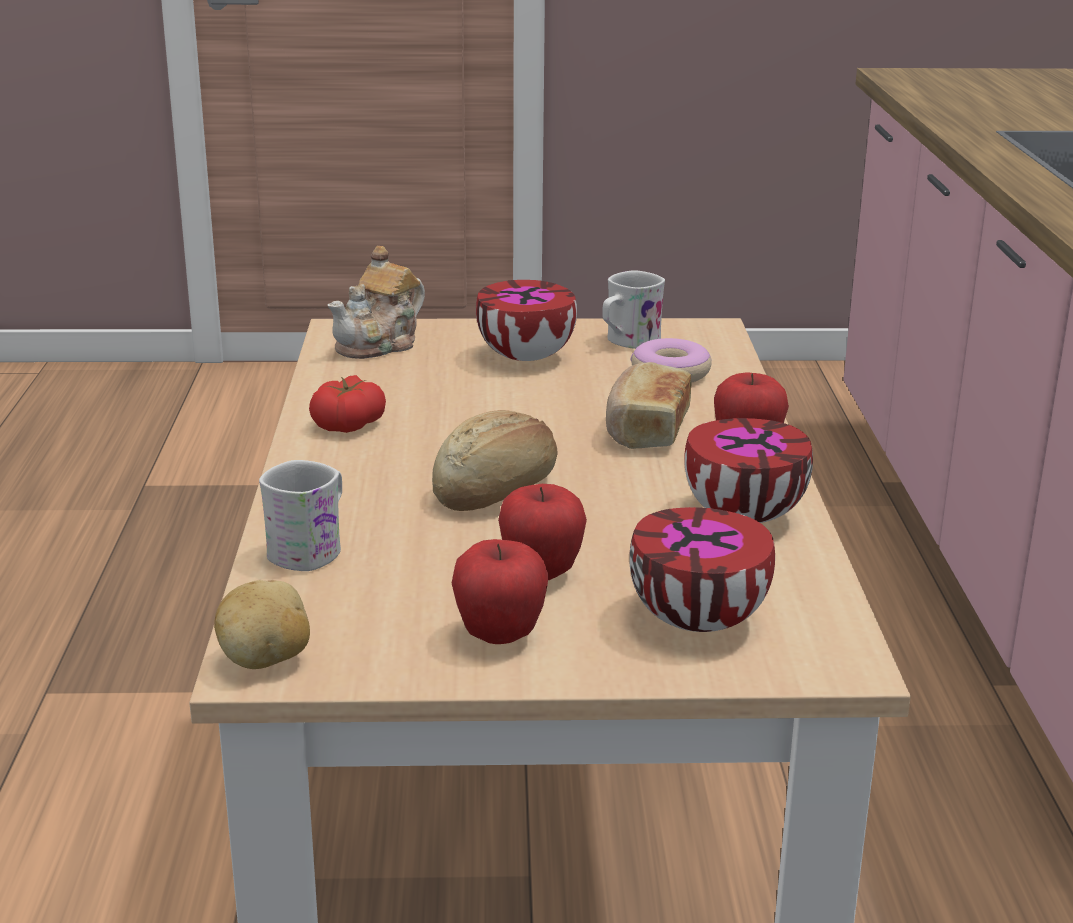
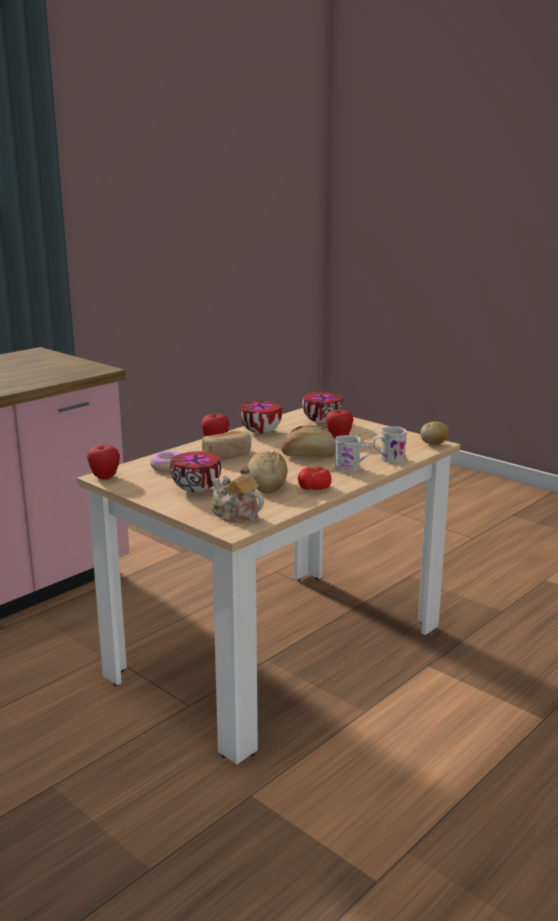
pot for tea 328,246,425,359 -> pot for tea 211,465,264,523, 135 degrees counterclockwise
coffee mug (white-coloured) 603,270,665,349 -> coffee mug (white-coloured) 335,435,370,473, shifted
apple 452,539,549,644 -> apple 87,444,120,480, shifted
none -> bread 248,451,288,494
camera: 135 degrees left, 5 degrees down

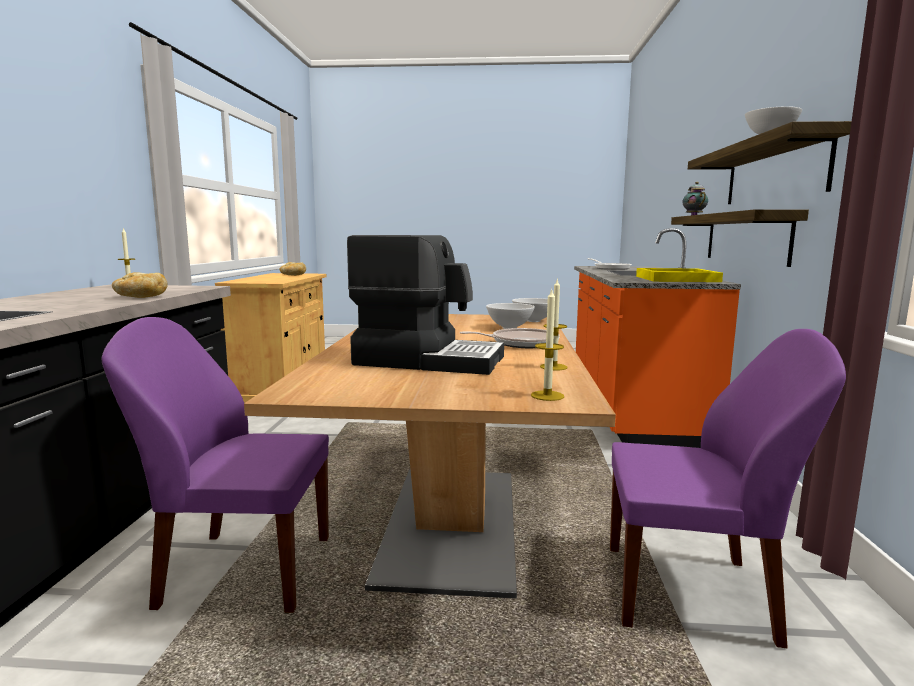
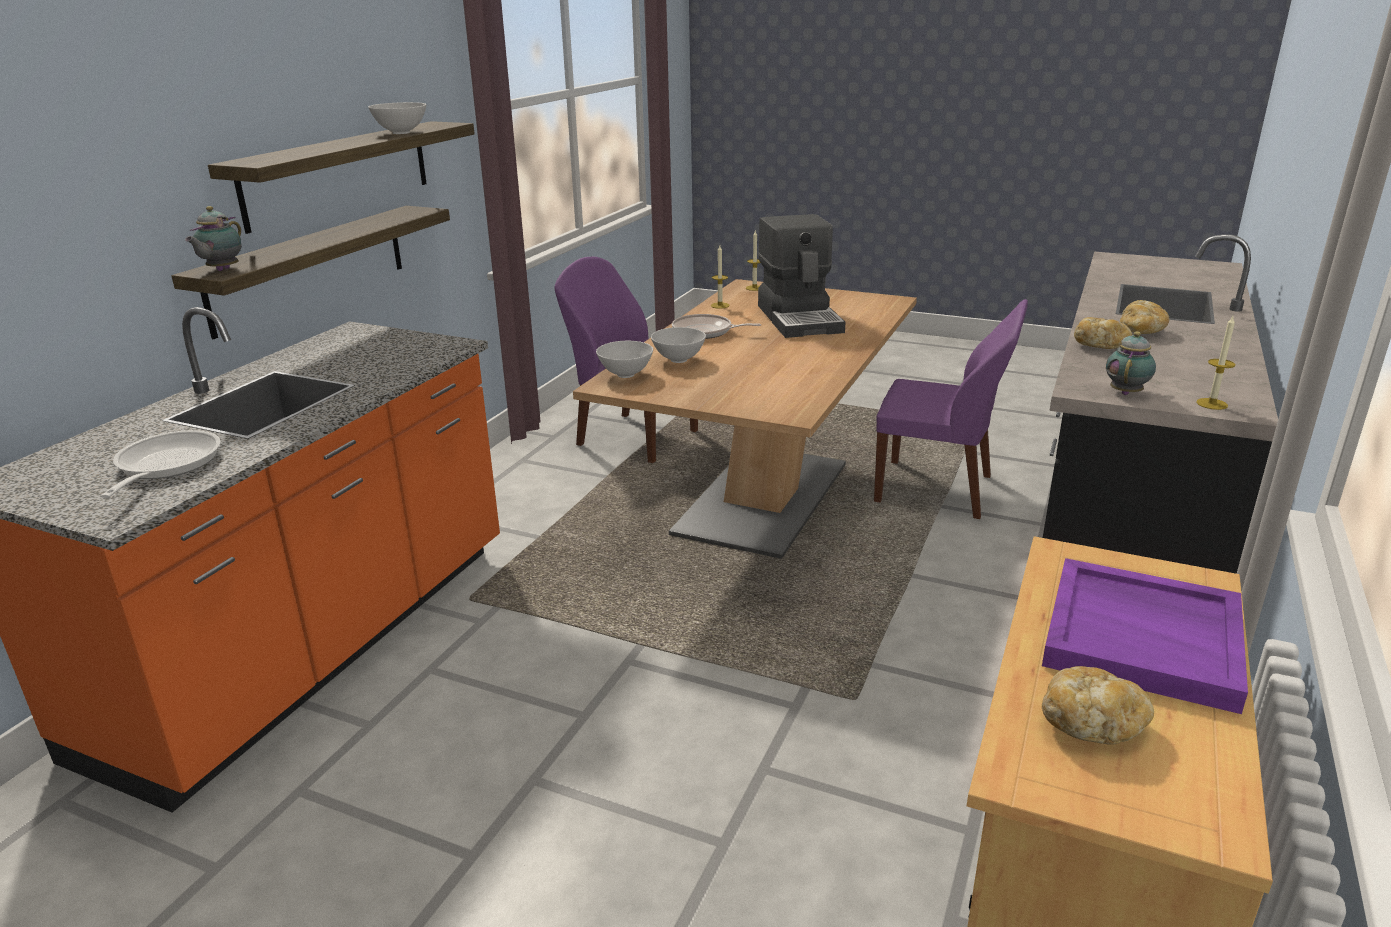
coffee maker 347,235,504,375 -> coffee maker 758,214,846,338, 135 degrees counterclockwise
serving tray (yellowish) 636,268,723,282 -> none
none -> bread 1120,300,1169,334
none -> pot for tea 1106,331,1156,395
none -> serving tray (purple-coloured) 1042,558,1248,714
camera: 160 degrees left, 15 degrees up

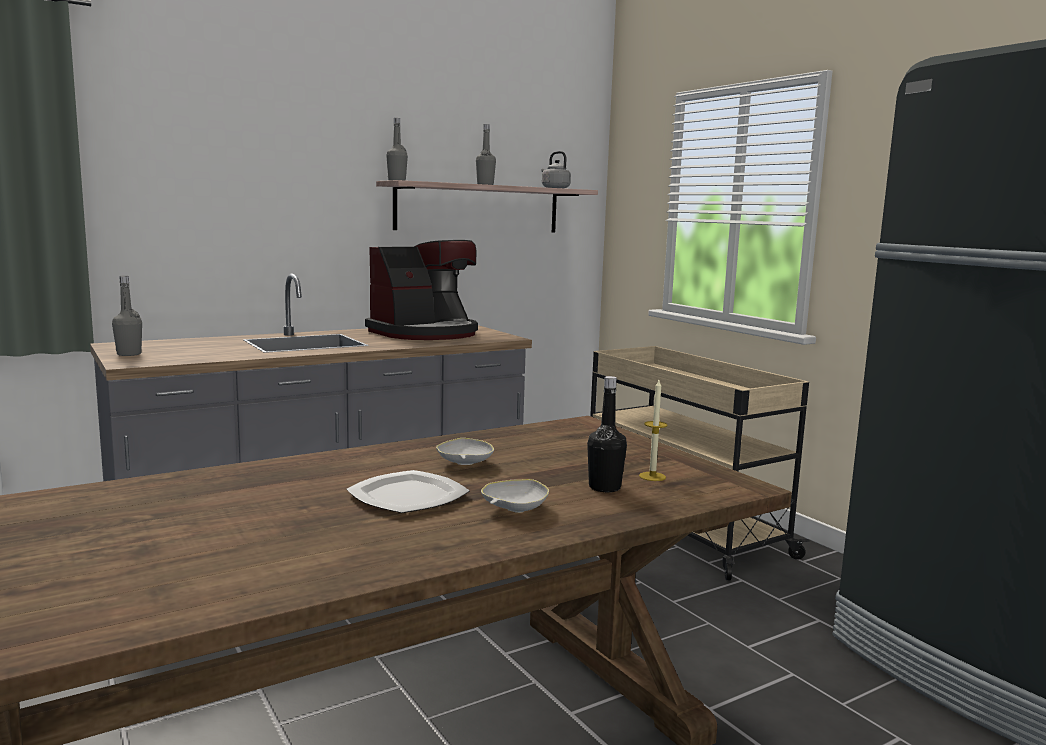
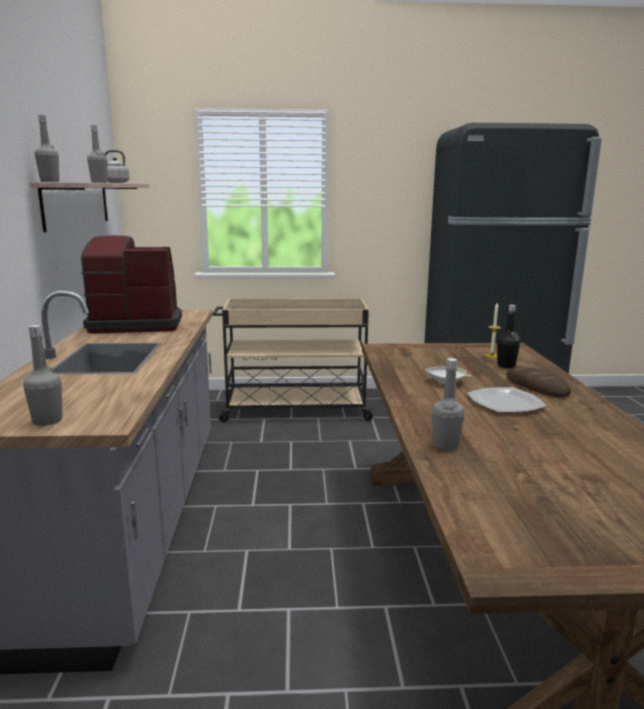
coffee maker 365,240,478,340 -> coffee maker 81,235,182,334, 90 degrees counterclockwise
bowl (white-coloured) 481,479,549,513 -> bread 506,366,571,398
none -> beverage bottle (gray) 432,358,465,451
camera: 60 degrees left, 5 degrees up

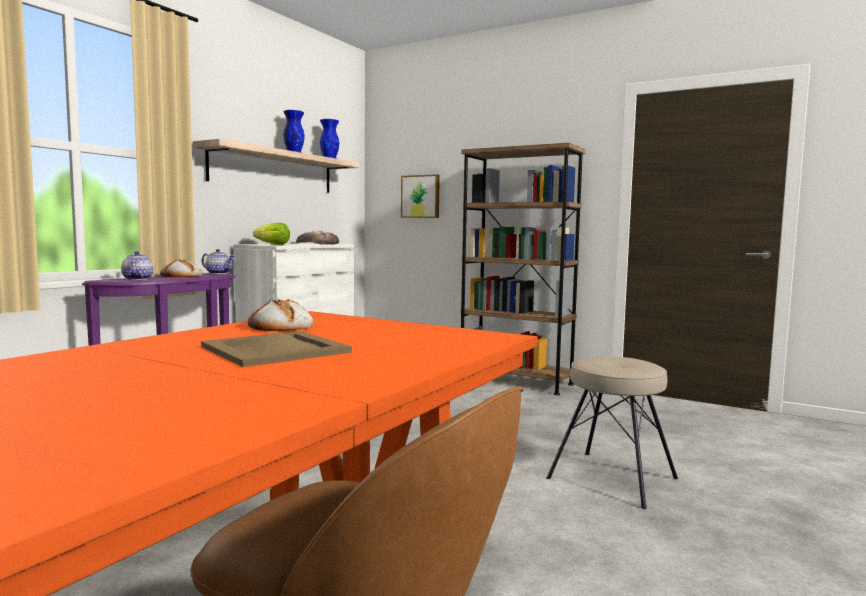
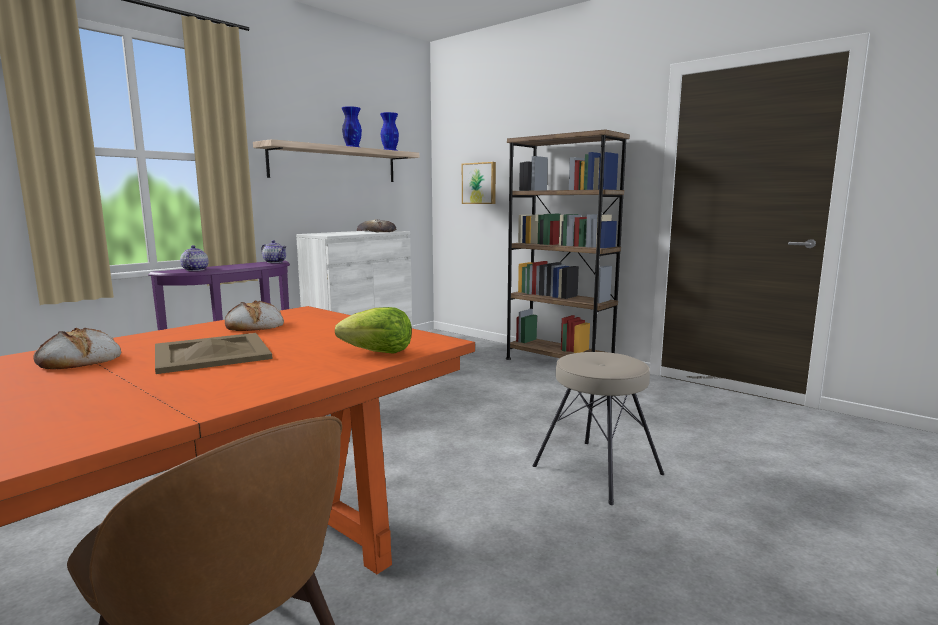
head of lettuce 253,223,290,245 -> head of lettuce 335,307,412,354, shifted
bread 160,259,203,277 -> bread 33,328,121,369, shifted
camera: 10 degrees right, 5 degrees up

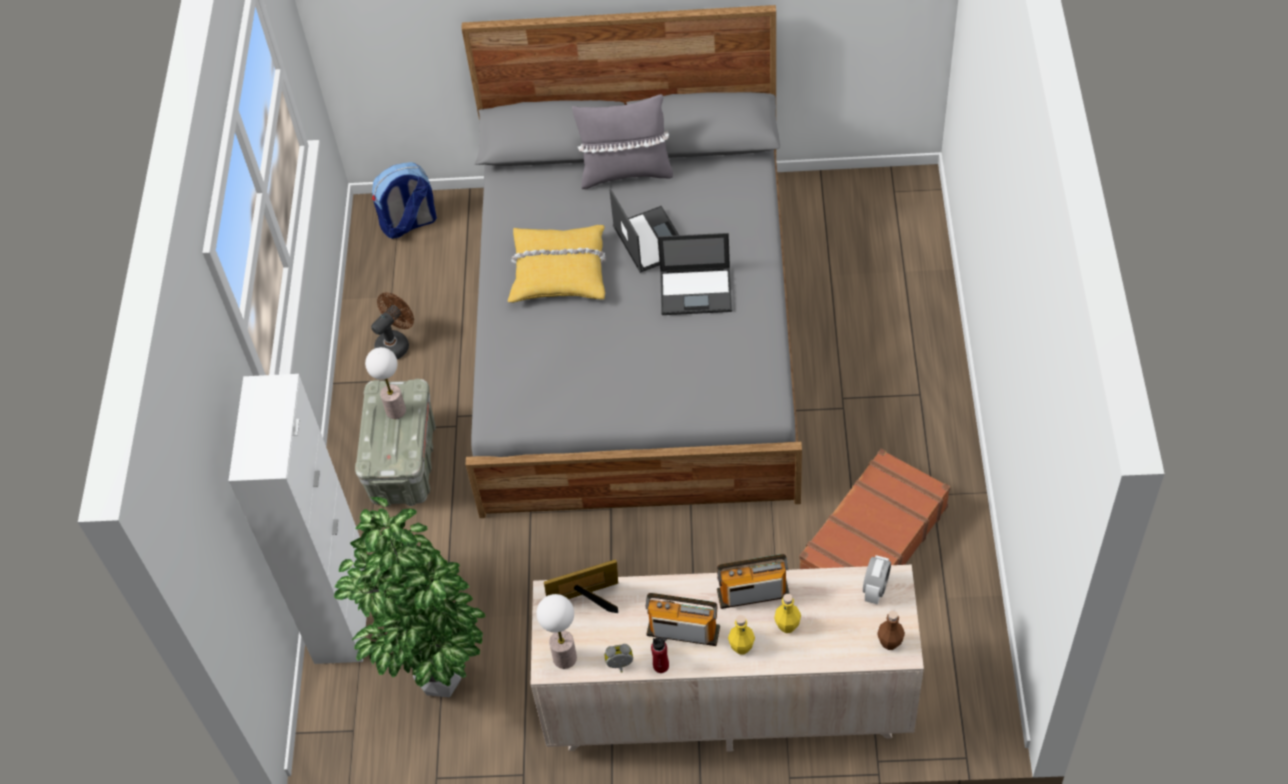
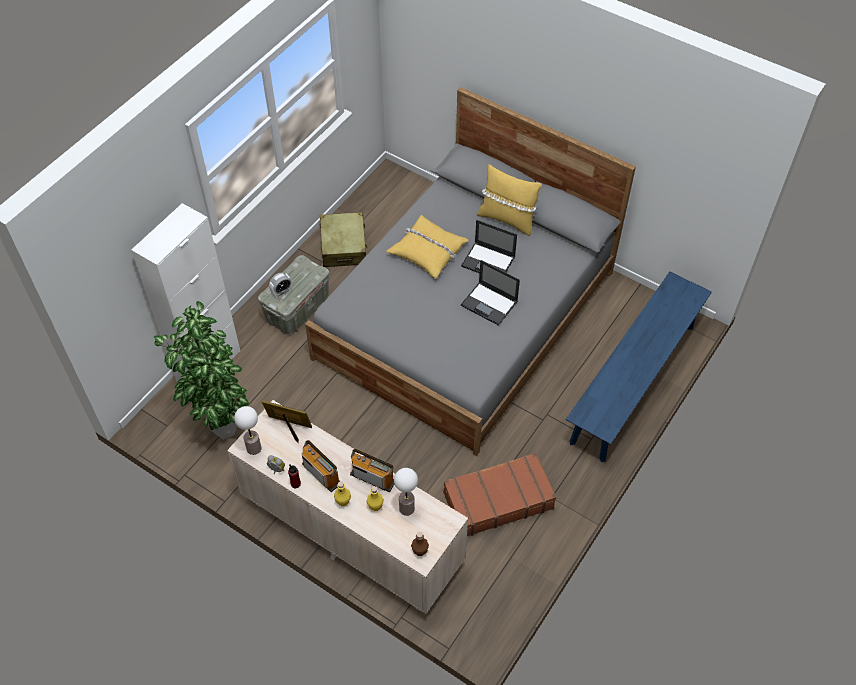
cushion (gray) 572,94,673,189 -> cushion (yellowish) 477,164,542,236
knapsack 372,162,437,239 -> none
laptop 609,188,679,273 -> laptop 461,220,517,273, 105 degrees clockwise
fan (brownish) 371,292,414,359 -> piece of luggage (beige-coloured) 320,212,368,267
table lamp 365,347,406,419 -> table lamp 394,468,418,516, shifted
table clock 863,555,891,605 -> table clock 269,273,292,297, shifted
none -> long seat (bluish) 566,272,712,462
camera: 30 degrees right, 0 degrees up

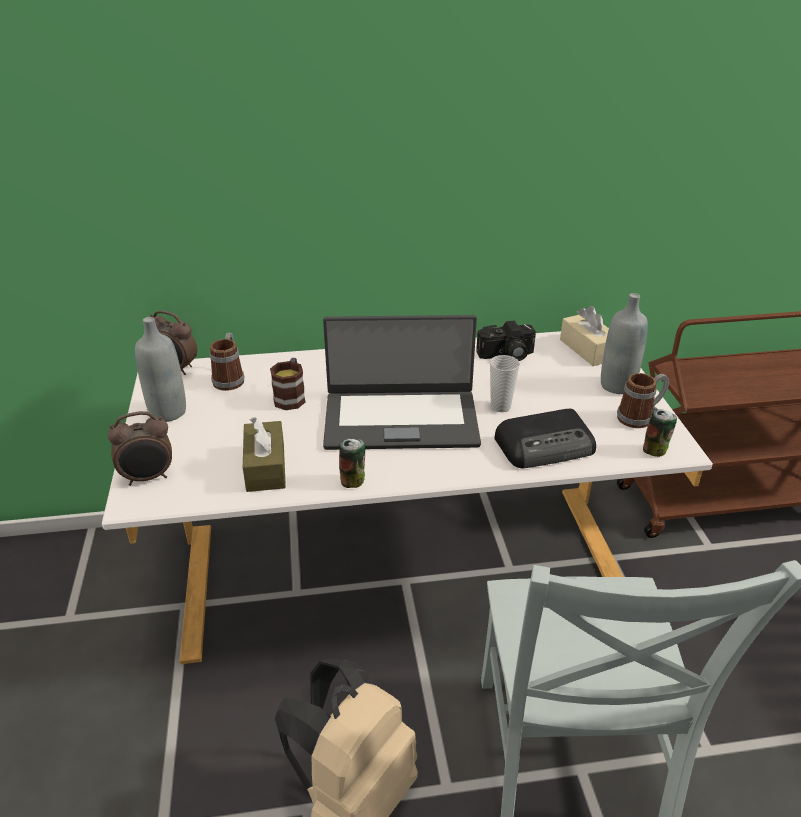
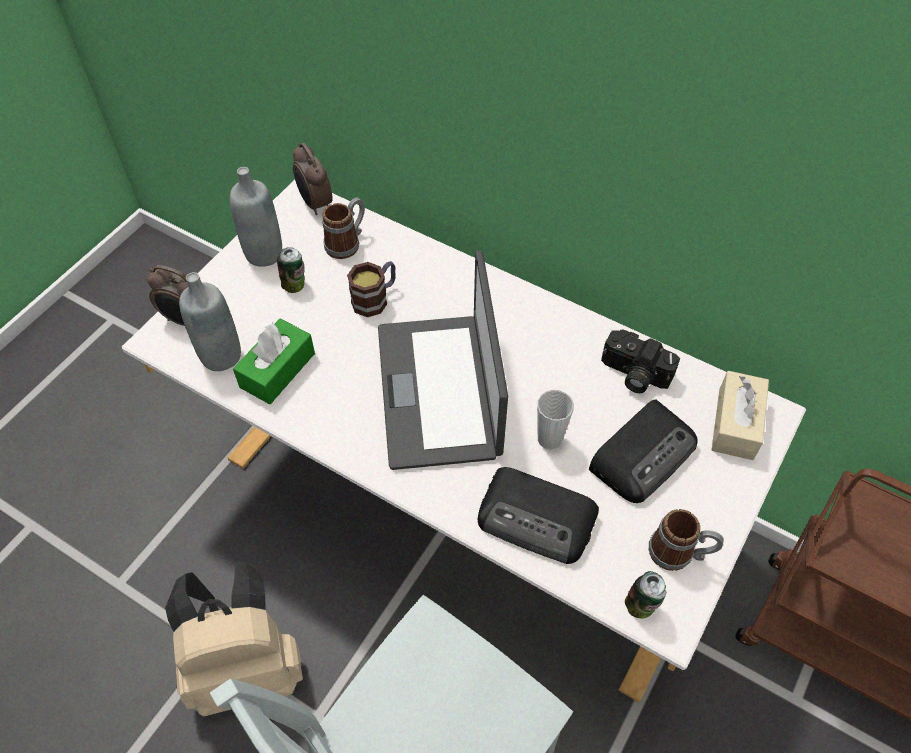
beverage bottle (gray) 601,293,648,394 -> beverage bottle (gray) 179,272,241,371, shifted
laptop 323,315,481,450 -> laptop 378,251,508,470, 45 degrees clockwise
box of tissues (brownish) 243,417,286,492 -> box of tissues (greenish) 233,319,315,404
can 339,439,365,488 -> can 277,247,305,293, shifted
none -> radio receiver 589,399,698,503
camera: 40 degrees right, 20 degrees up

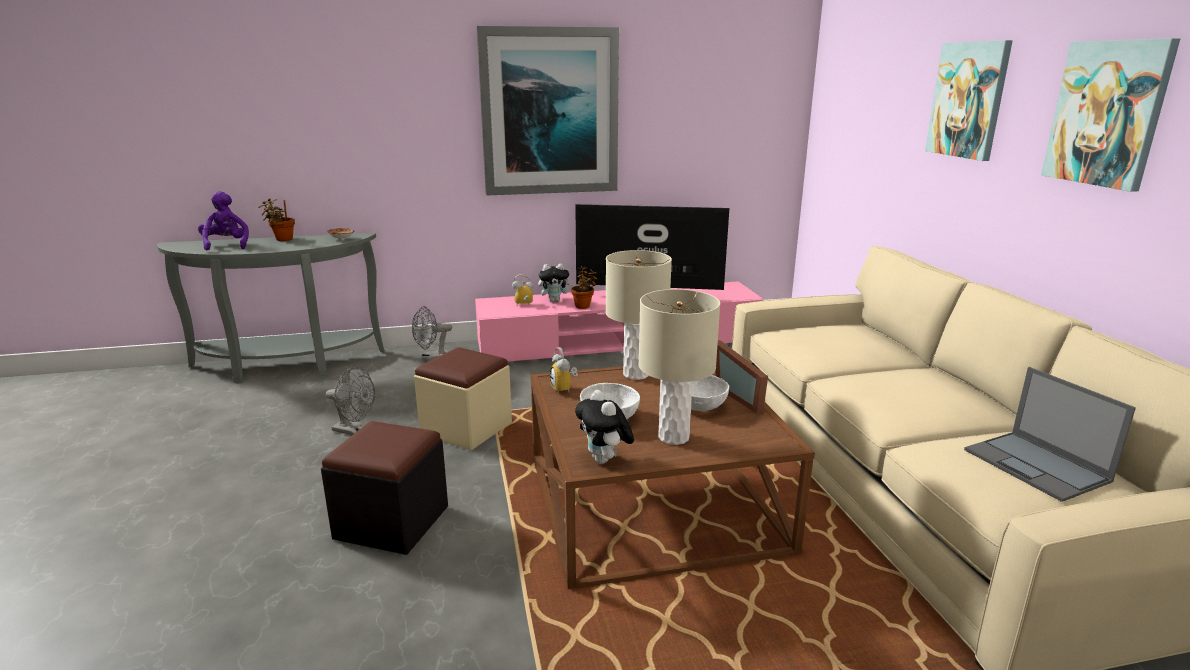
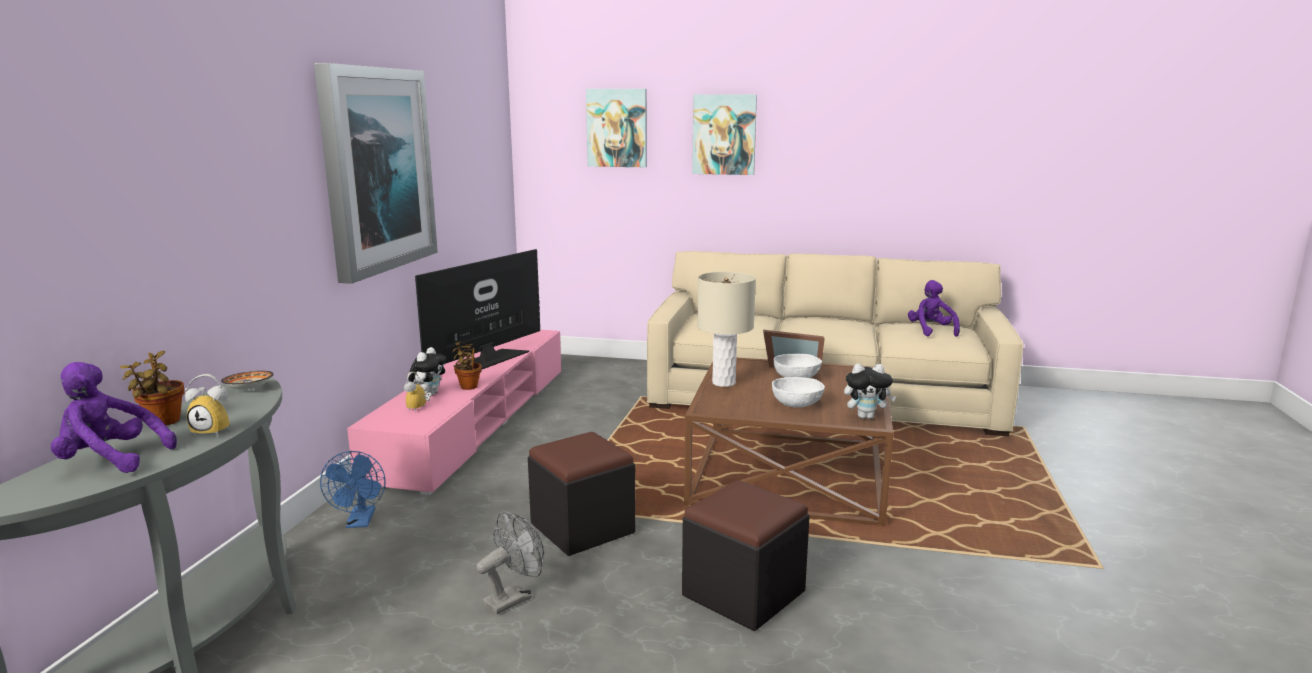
picture 1041,38,1180,192 -> picture 586,89,647,167, shifted
table lamp (beige-coloured) 638,289,720,445 -> none
fan (gray) 412,306,452,362 -> fan (bluish) 320,451,386,528
ottoman (beige-coloured) 414,347,512,451 -> ottoman (black-coloured) 528,432,636,556
table clock 550,347,578,394 -> table clock 185,374,230,437, shifted
laptop 964,367,1136,502 -> plush toy (purple-coloured) 908,280,960,337
camera: 65 degrees left, 5 degrees down

